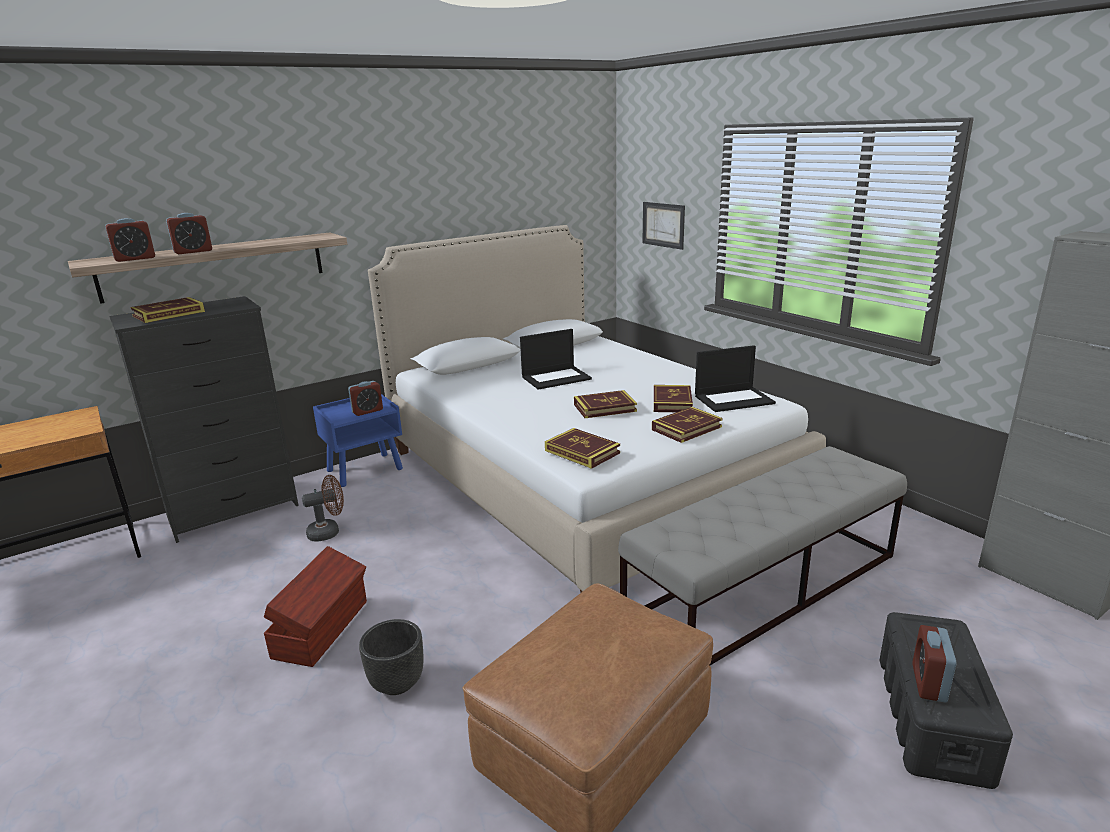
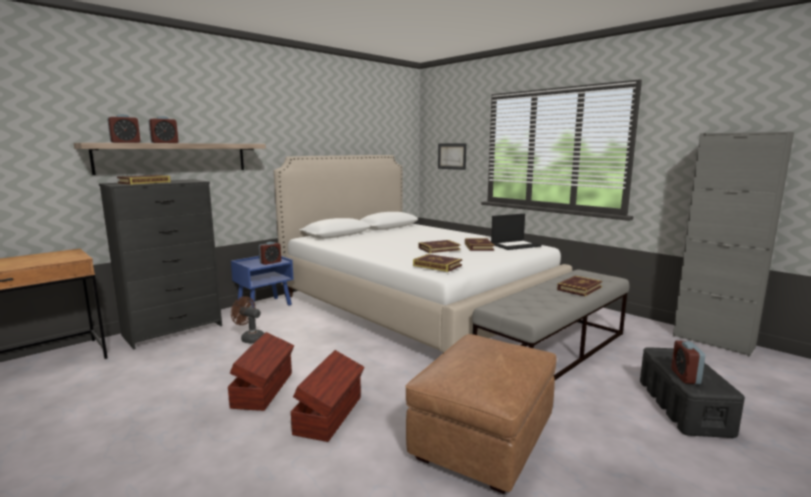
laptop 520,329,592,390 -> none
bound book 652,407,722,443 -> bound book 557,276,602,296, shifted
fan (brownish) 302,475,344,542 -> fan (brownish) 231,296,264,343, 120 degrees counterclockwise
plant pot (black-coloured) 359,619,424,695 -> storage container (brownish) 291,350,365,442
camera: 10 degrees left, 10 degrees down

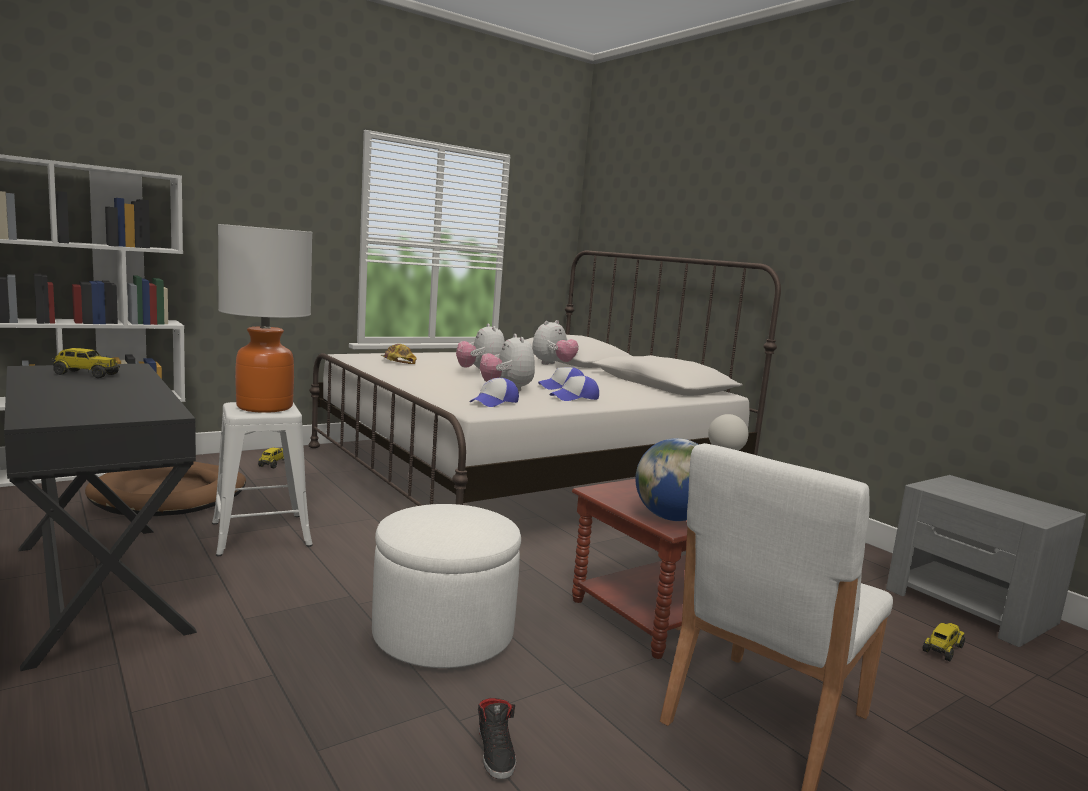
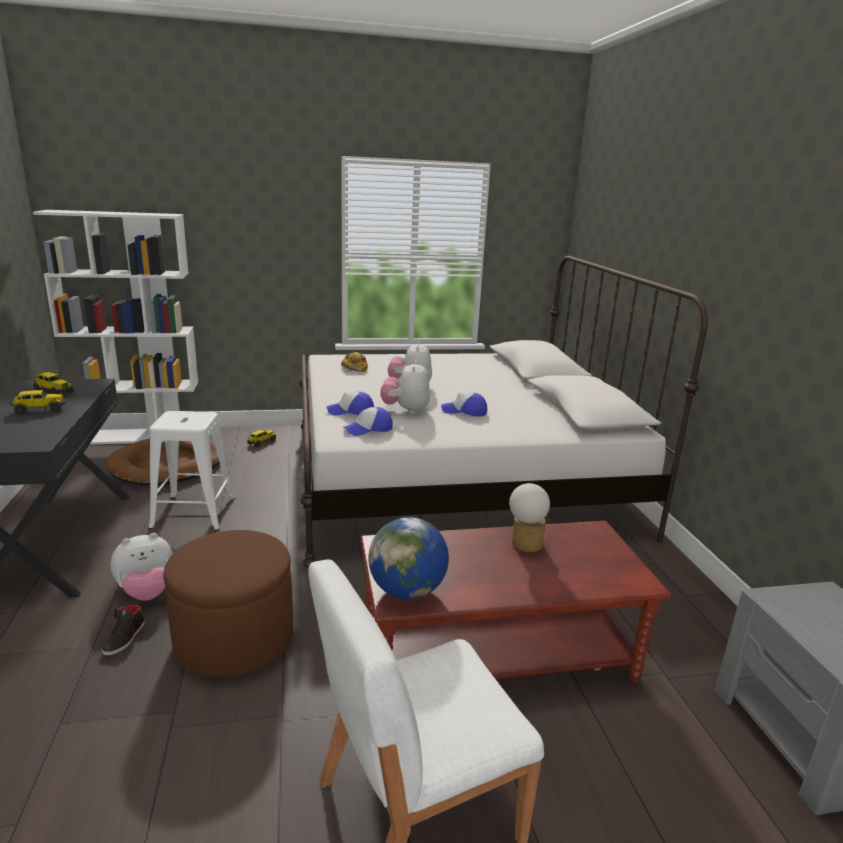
table lamp 218,224,312,413 -> none
plush toy 532,320,579,365 -> plush toy 111,533,173,601, shifted
cap 550,376,599,401 -> cap 327,392,374,415, shifted
ottoman (white-coloured) 372,504,521,668 -> ottoman (brownish) 164,530,293,677
model truck 922,623,965,662 -> model truck 9,390,67,415, shifted
item of footwear (black-coloured) 478,698,516,779 -> item of footwear (black-coloured) 102,605,145,656, shifted
camera: 25 degrees right, 10 degrees up

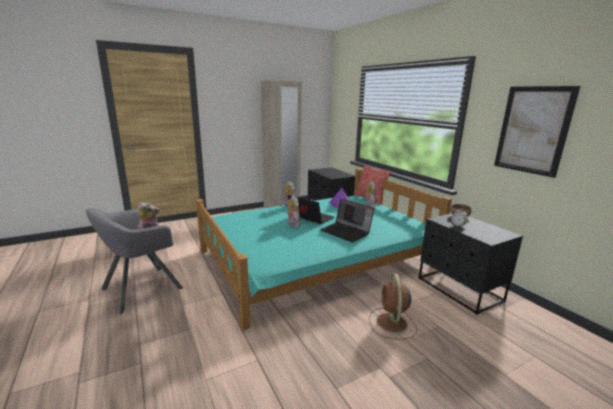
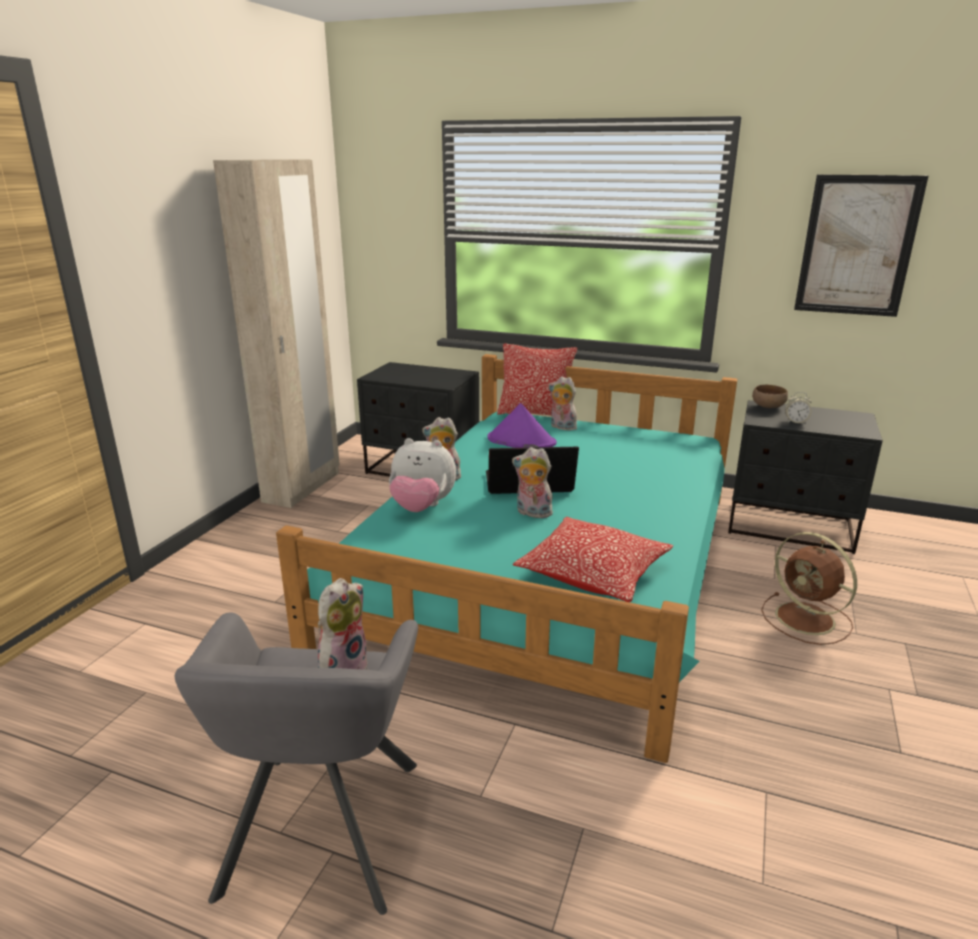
laptop 320,199,375,242 -> none
none -> plush toy 389,438,456,512
none -> cushion 513,517,673,602
camera: 40 degrees left, 5 degrees up

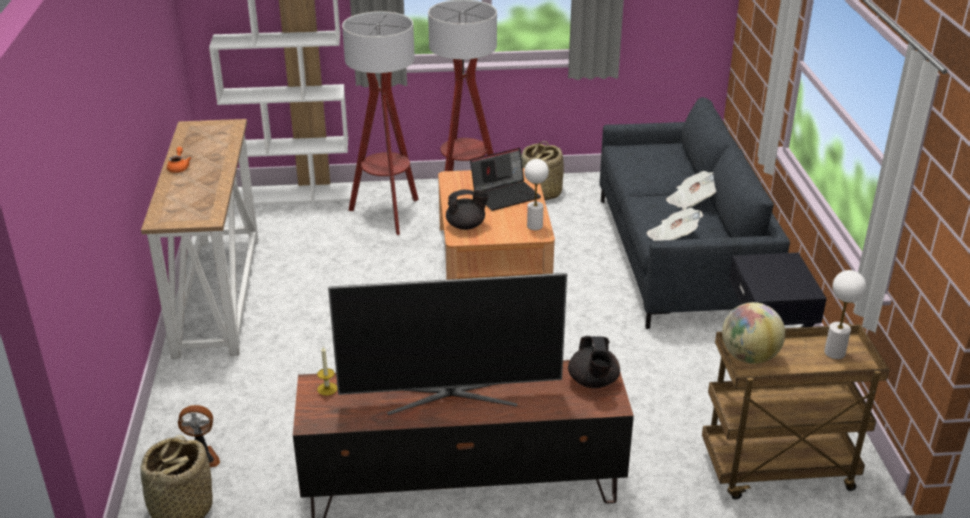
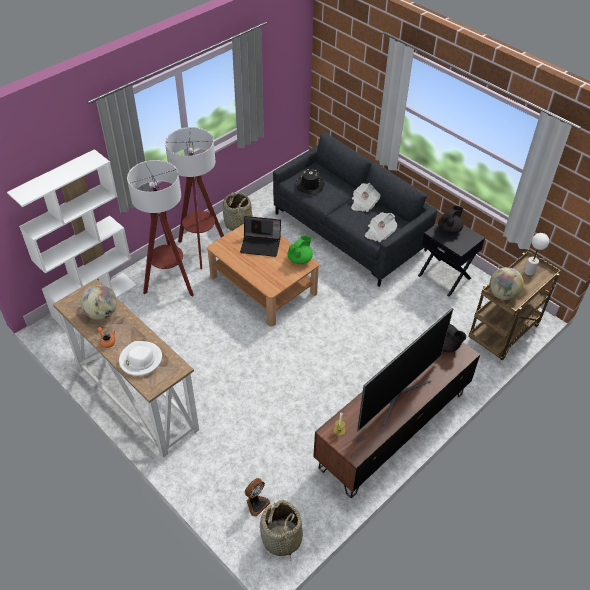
laptop 470,148,541,211 -> laptop 240,216,281,257, 75 degrees clockwise
table lamp (white-coloured) 524,159,549,230 -> pot for tea (greenish) 287,235,313,264
pot for tea (black-coloured) 446,190,489,230 -> pot for tea (black-coloured) 438,206,464,234, shifted
none -> clothing hat (black-coloured) 296,169,325,194
none -> desk globe 81,285,117,320
none -> clothing hat (white-coloured) 119,341,162,376
camera: 40 degrees left, 15 degrees up

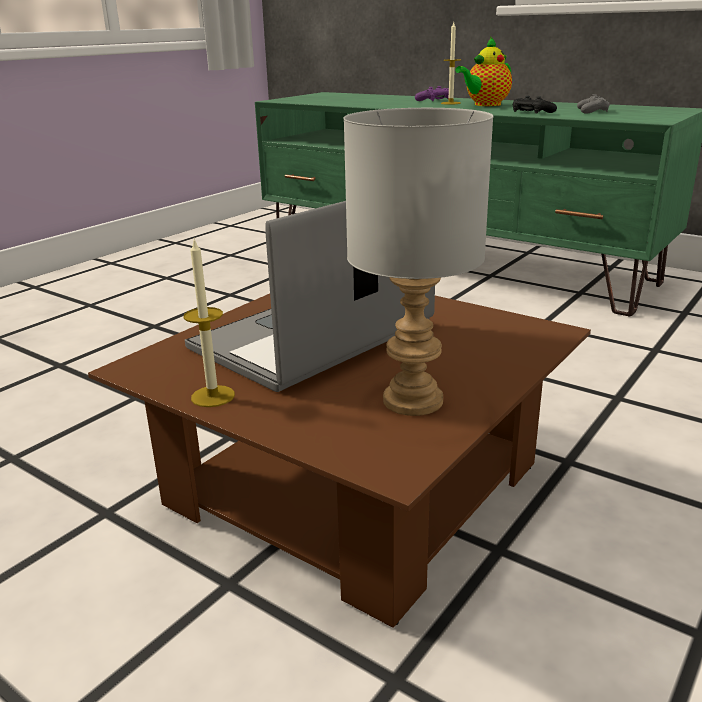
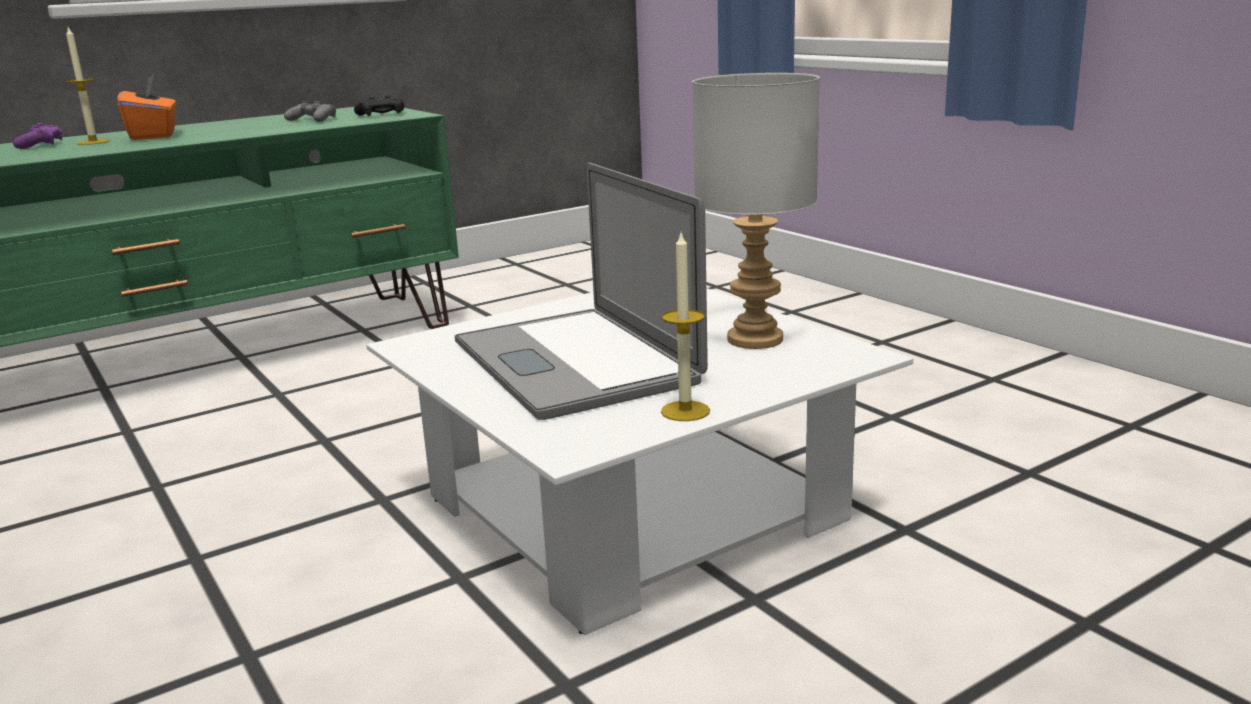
pot for tea 455,36,512,106 -> box of tissues (orangey) 117,75,176,140
game controller (black-coloured) 513,96,557,114 -> game controller (black-coloured) 354,95,404,116, shifted
coffee table (brownish) 88,293,591,628 -> coffee table (white-coloured) 366,288,913,635
camera: 70 degrees left, 5 degrees down

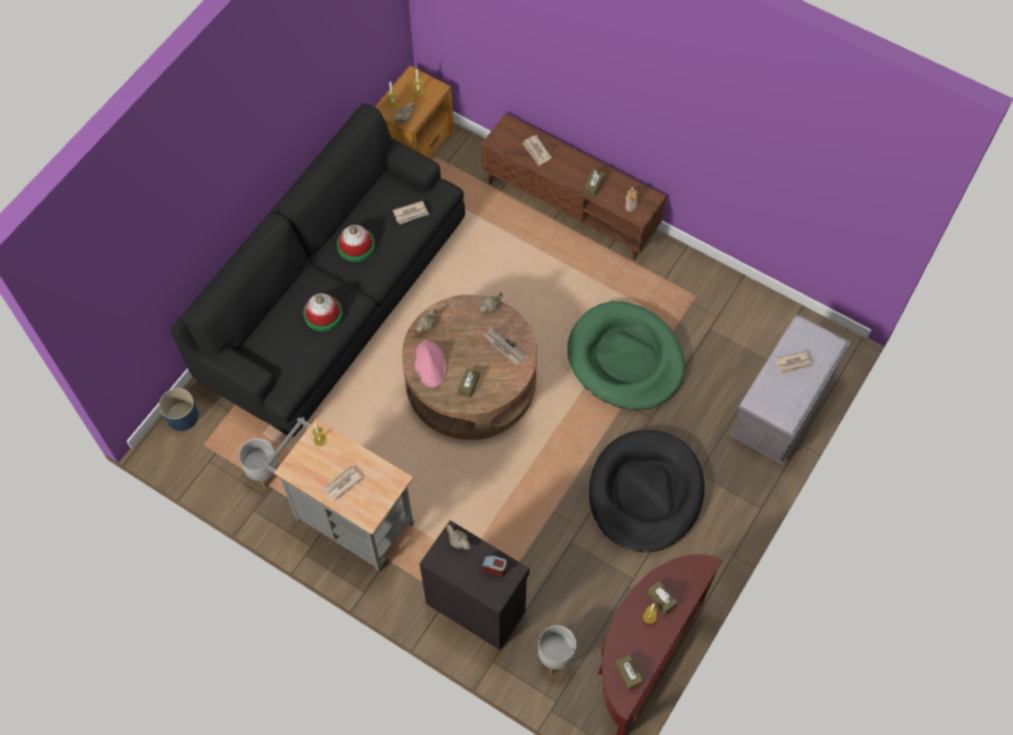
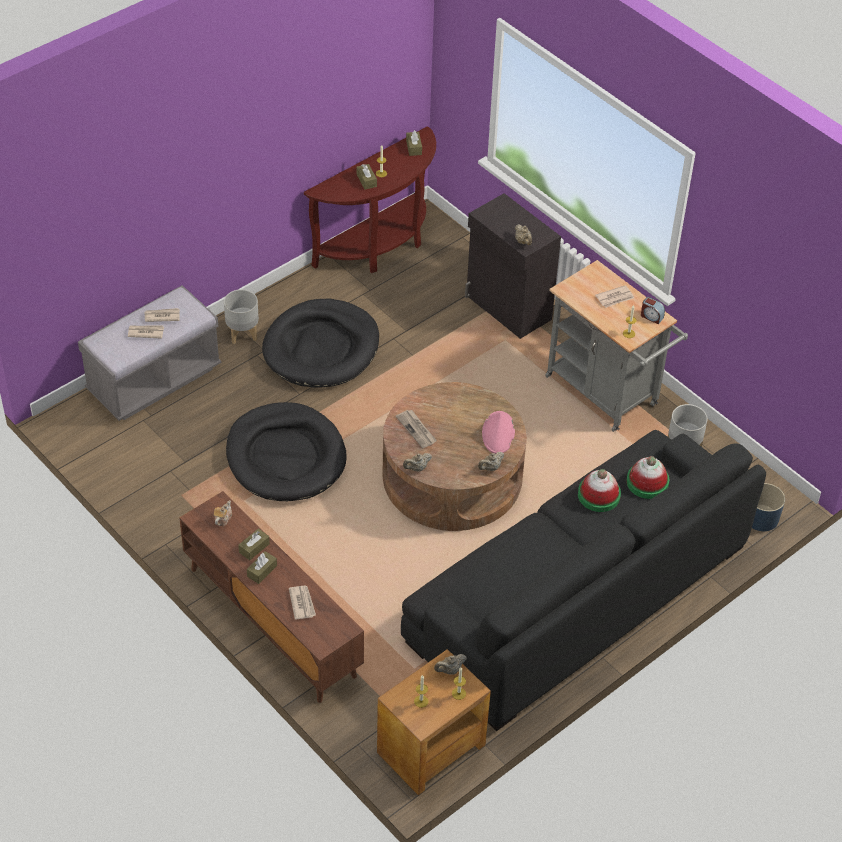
printed paper 393,201,429,224 -> printed paper 145,308,180,322, shifted
clothing hat 337,225,375,262 -> clothing hat 626,456,669,499, shifted
dog cushion (greenish) 567,301,685,410 -> dog cushion (black-coloured) 226,402,347,501
box of tissues (brownish) 458,368,480,398 -> box of tissues (brownish) 247,551,277,584, shifted
table clock 482,555,507,577 -> table clock 641,297,665,324, shifted
plant pot (gray) 538,625,576,675 -> plant pot (gray) 224,289,259,344, shifted
camera: 165 degrees left, 15 degrees down

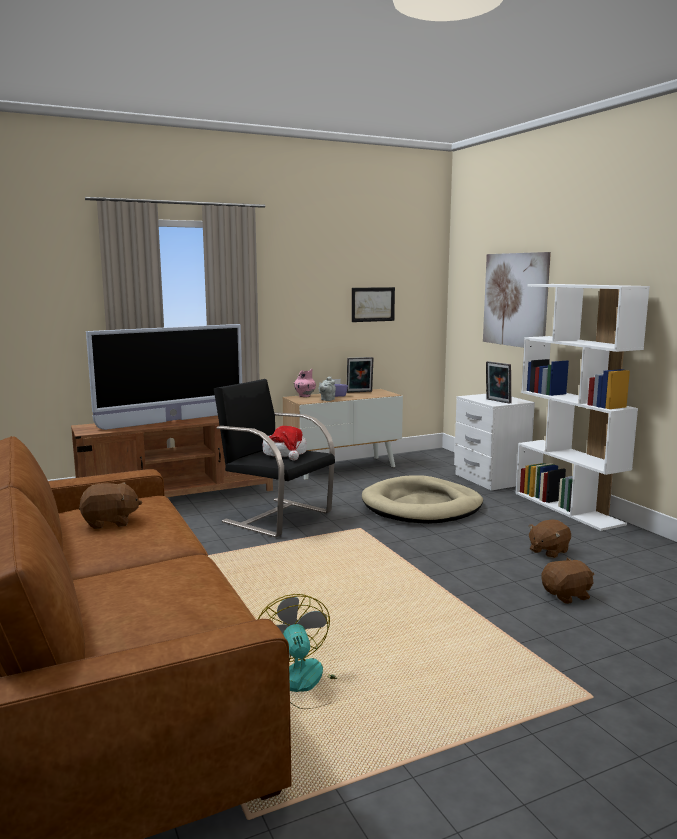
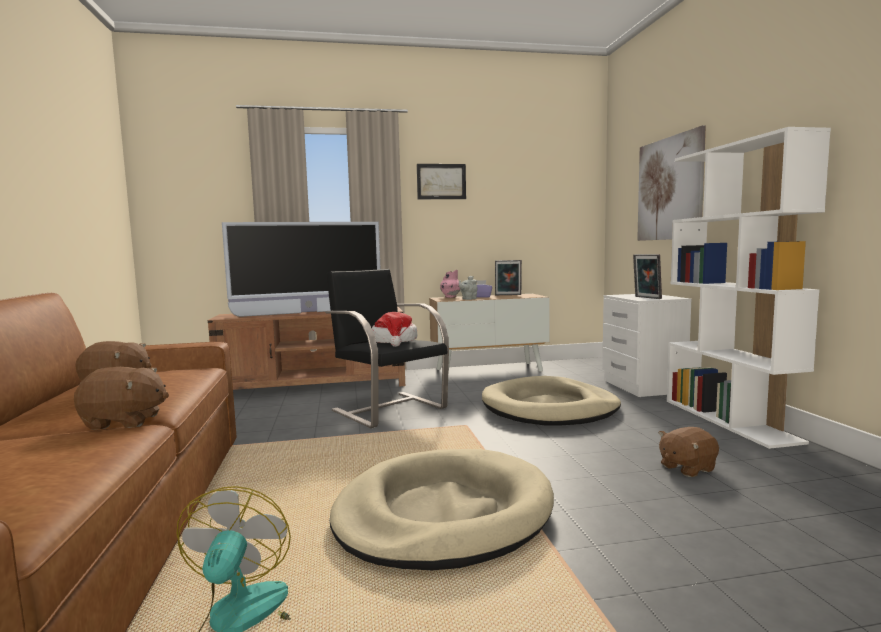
picture 352,287,395,322 -> picture 417,164,466,199, shifted
plush toy (brownish) 542,558,595,604 -> plush toy (brownish) 74,367,169,430, shifted
none -> dog cushion (beige-coloured) 330,449,554,570
camera: 15 degrees right, 5 degrees down

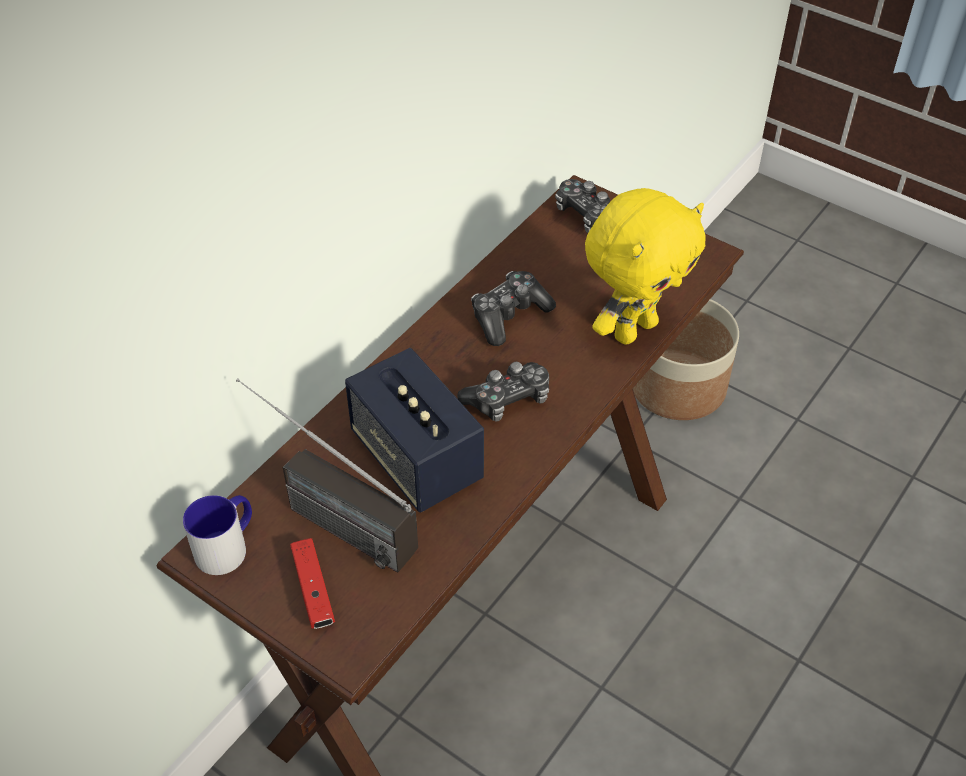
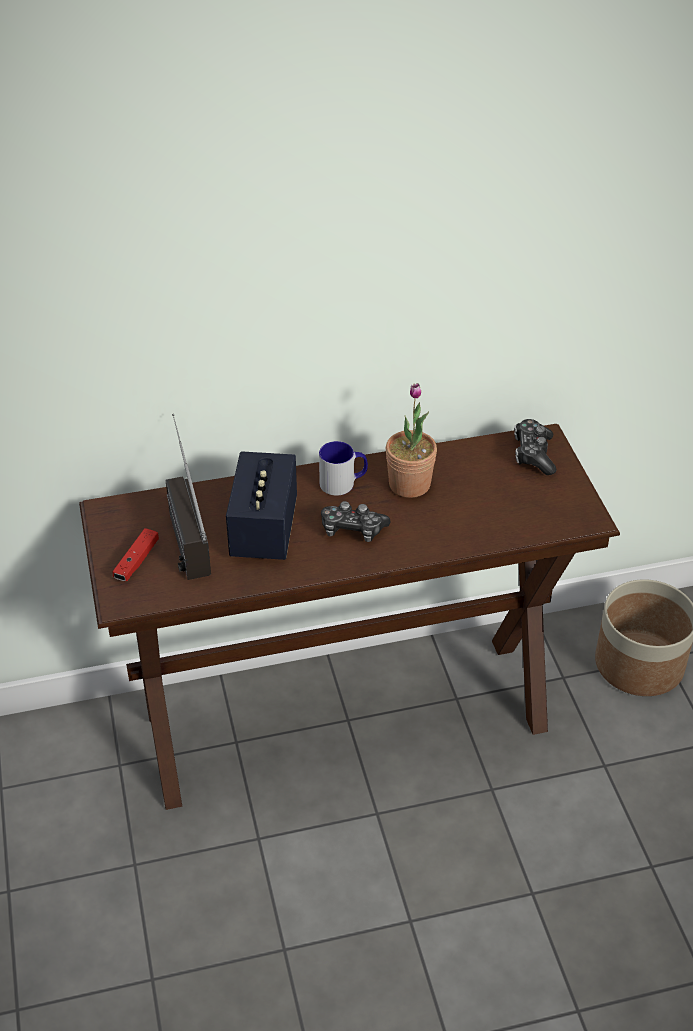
plush toy (yellowish) 585,188,706,345 -> none
game controller 471,271,556,346 -> plant in a pot 386,383,437,498
coffee mug 183,495,252,575 -> coffee mug 319,441,368,496, shifted
camera: 40 degrees right, 5 degrees down

